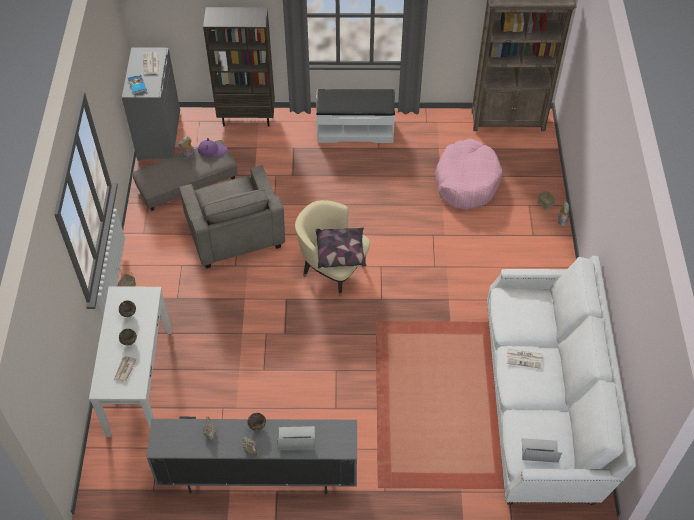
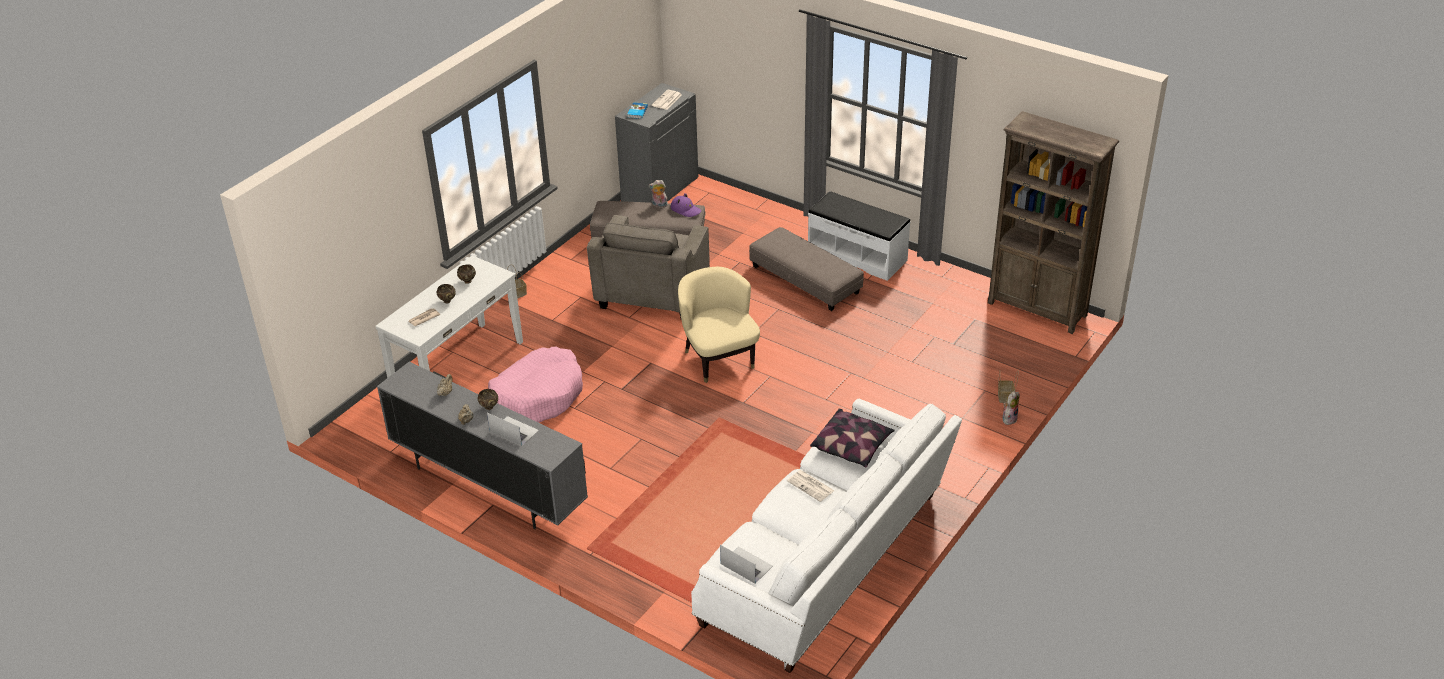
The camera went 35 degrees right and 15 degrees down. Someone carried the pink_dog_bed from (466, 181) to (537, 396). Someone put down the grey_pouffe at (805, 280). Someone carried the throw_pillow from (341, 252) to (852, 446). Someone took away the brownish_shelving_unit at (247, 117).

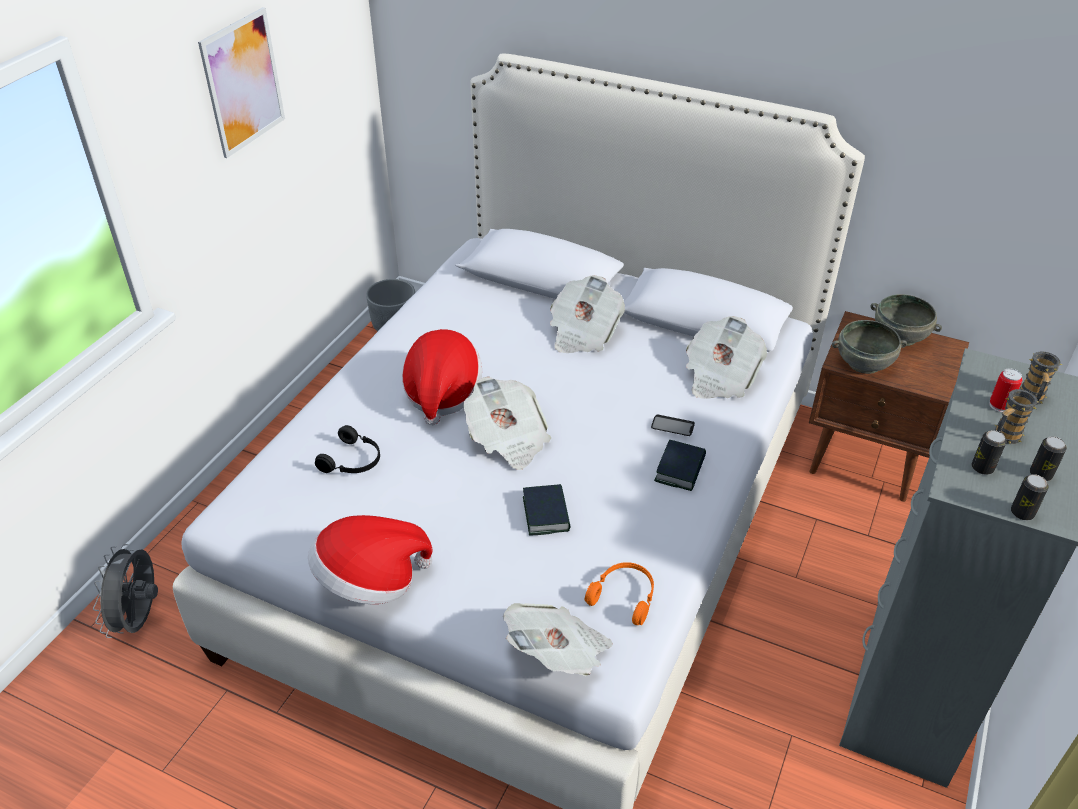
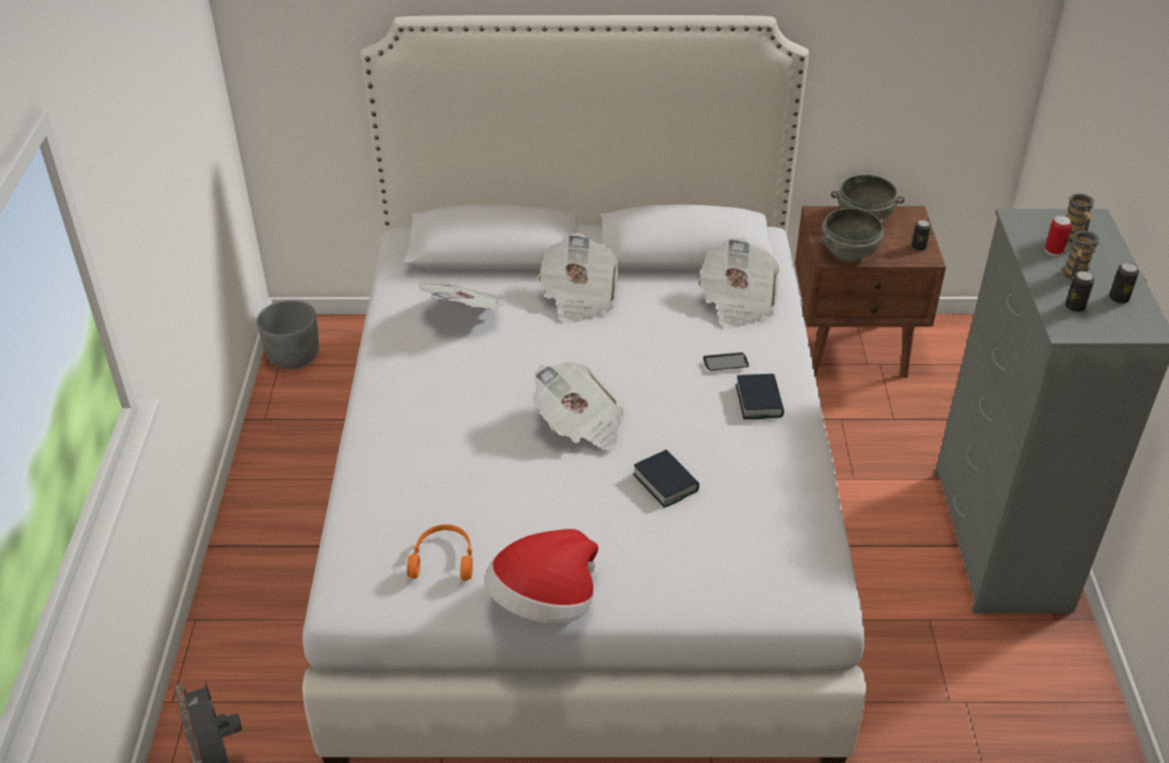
The camera went 25 degrees left and 0 degrees up. Someone carried the orange_headphones from (624, 596) to (443, 559). Someone carried the printed_paper from (558, 654) to (467, 313). Someone carried the sealed_can from (1022, 513) to (918, 247). Someone took away the wall_picture at (243, 82). Someone took away the black_headphones at (353, 461). Someone took away the clothing_hat at (442, 393).

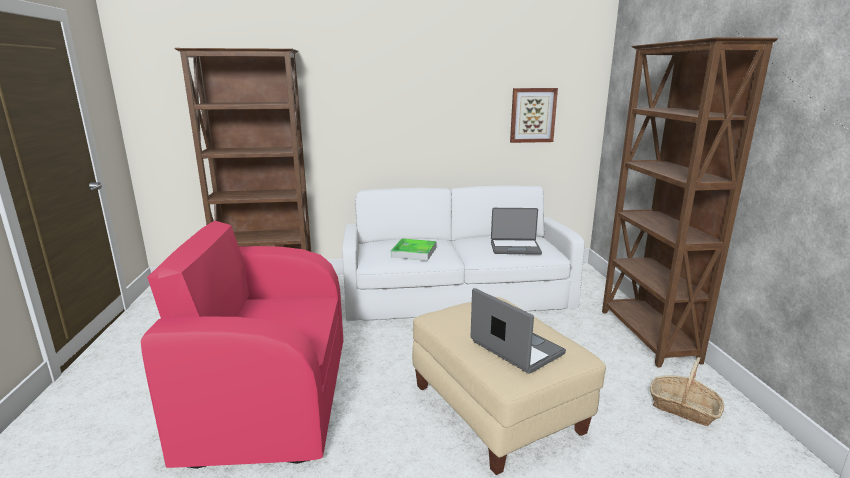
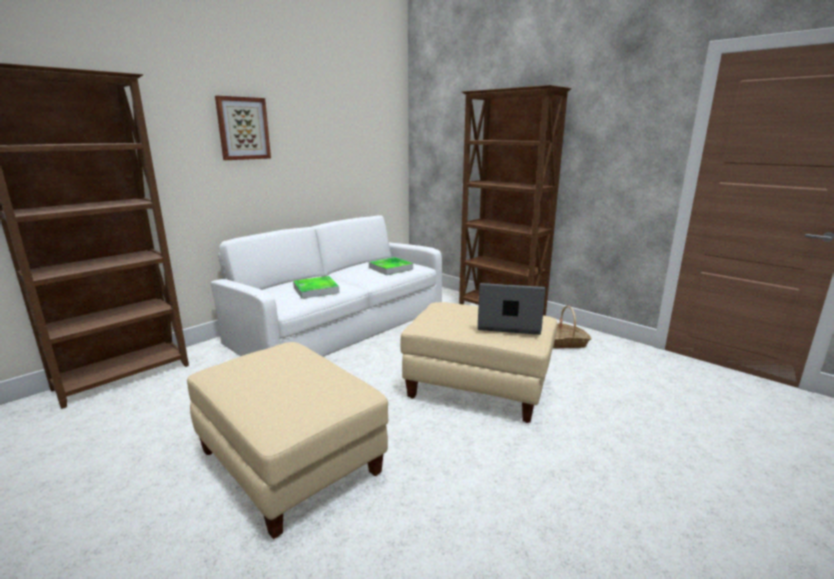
The camera went 40 degrees left and 0 degrees up. Someone swapped the pink_lounge_chair at (270, 397) for the beige-coloured_pouffe at (290, 463). Someone carried the wall_picture from (532, 115) to (243, 128). Someone swapped the notebook_computer at (515, 247) for the serving_tray at (390, 268).

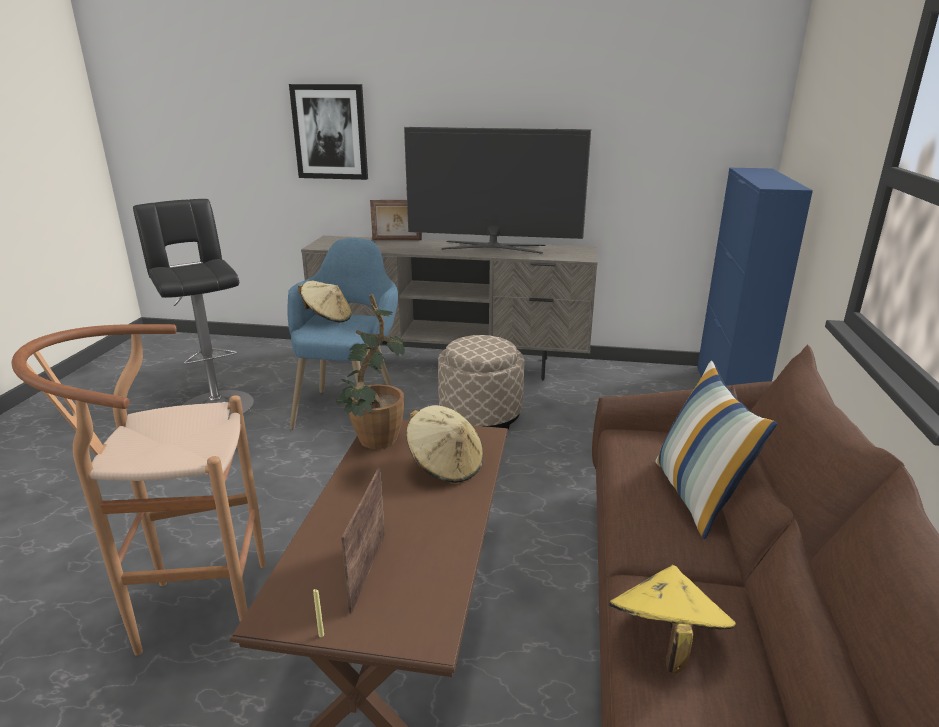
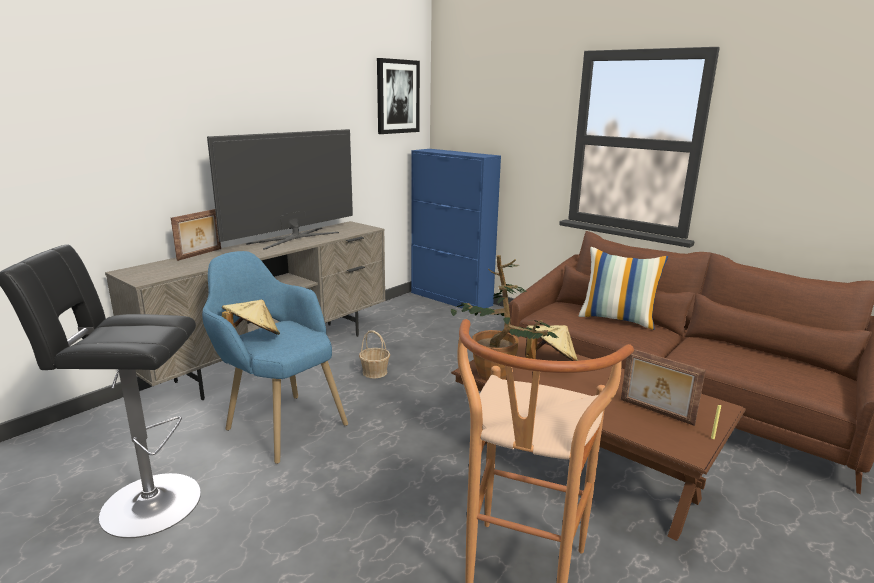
The camera went 60 degrees left and 5 degrees down. Someone swapped the beige-coloured_pouffe at (480, 414) for the storage_basket at (374, 372). Someone carried the wall_picture from (330, 132) to (397, 96). Someone took away the yellowish_clothing_hat at (665, 642).

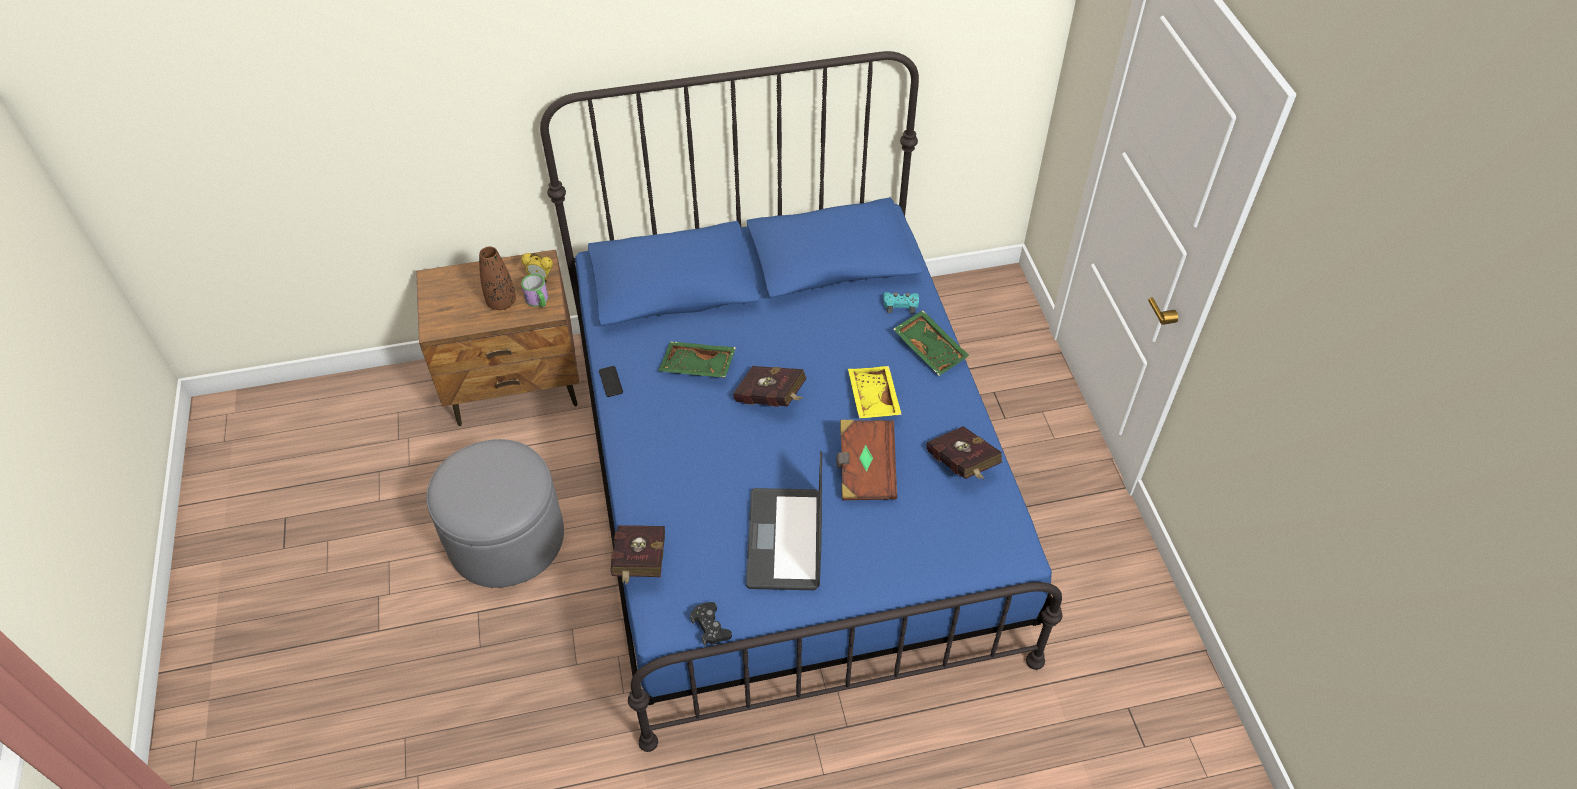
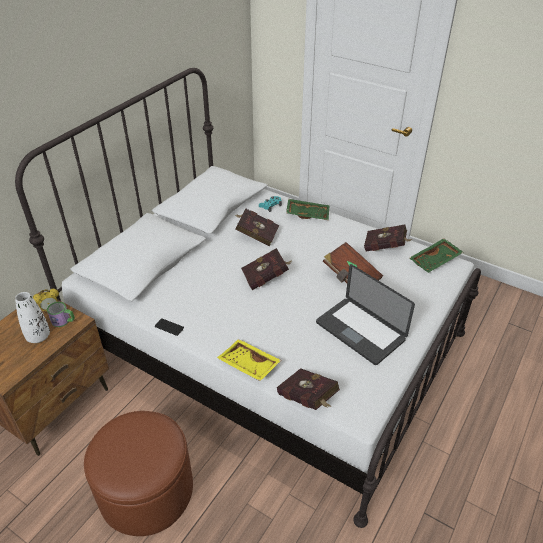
The camera went 45 degrees left and 10 degrees down. Someone repainted the bluish_bedroom_bed at (788, 486), which became the white_bedroom_bed at (271, 344). Someone repainted the brownish_decorative_vase at (501, 302), which became the white_decorative_vase at (38, 337). Someone repainted the grey_pouffe at (506, 538), which became the brownish_pouffe at (146, 490). Someone carried the yellowish_serving_tray from (872, 398) to (248, 365). Someone put down the red_book at (255, 235). Someone carried the green_serving_tray from (697, 367) to (435, 261). Someone took away the black_gamepad at (710, 627).

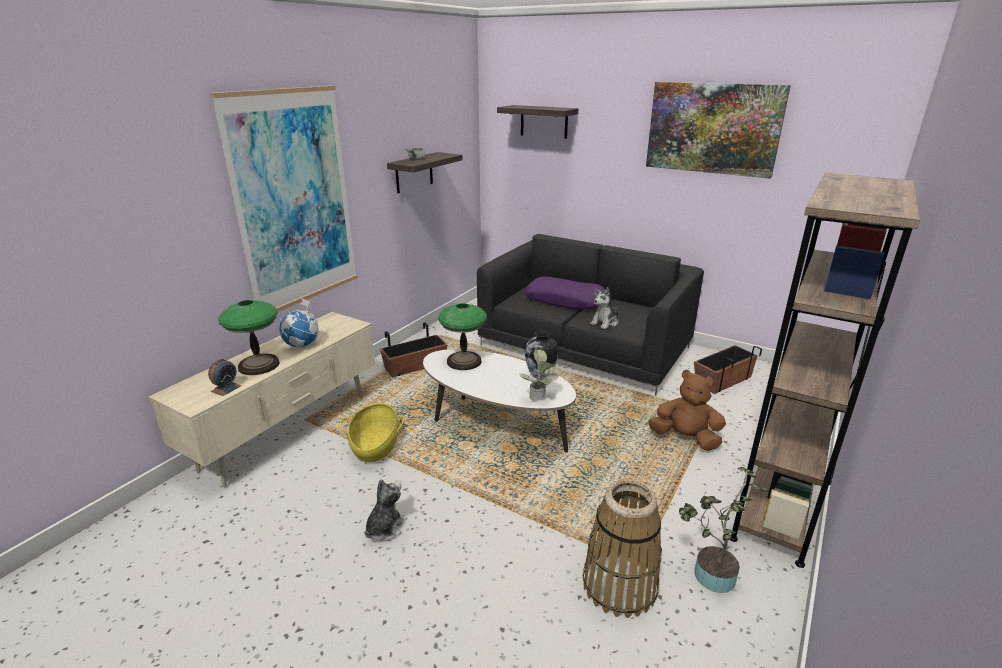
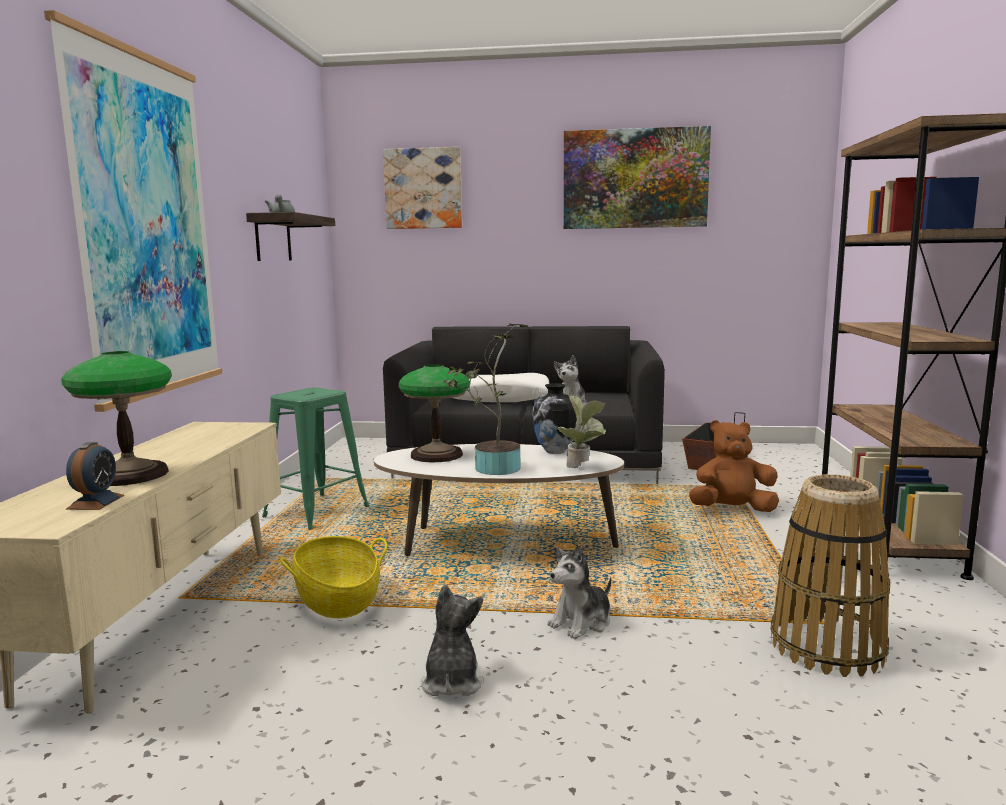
The camera went 25 degrees left and 15 degrees down. Someone swapped the plant_pot at (415, 367) for the green_stool at (315, 512). Someone swapped the shelf at (544, 121) for the wall_picture at (423, 189). Someone carried the potted_plant from (709, 576) to (492, 469). Someone repainted the purple-coloured_throw_pillow at (565, 300), which became the white_throw_pillow at (499, 398). Someone put down the cuddly_toy at (581, 622). Someone took away the desk_globe at (302, 345).

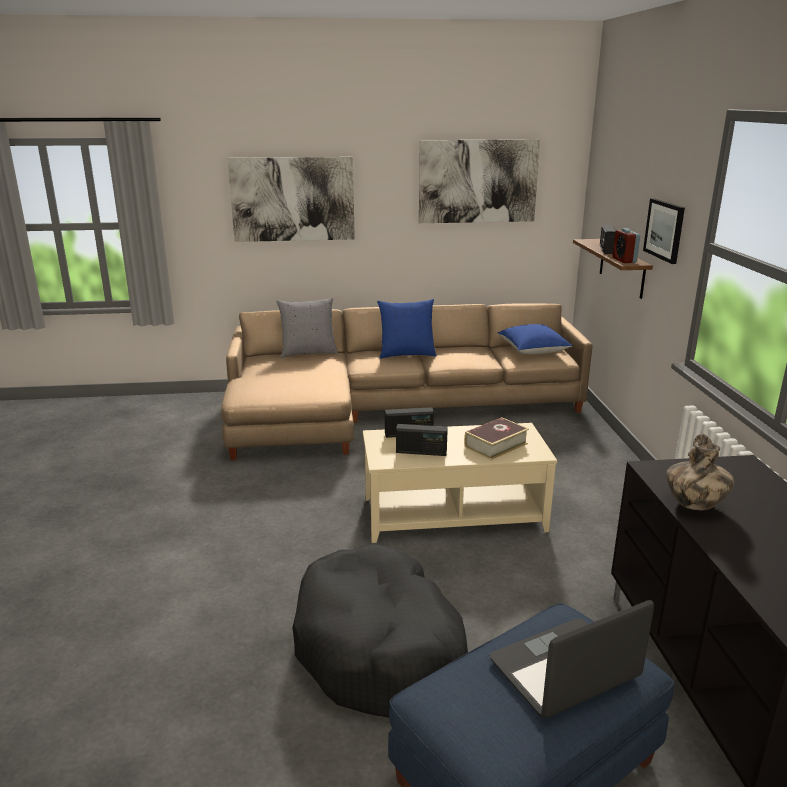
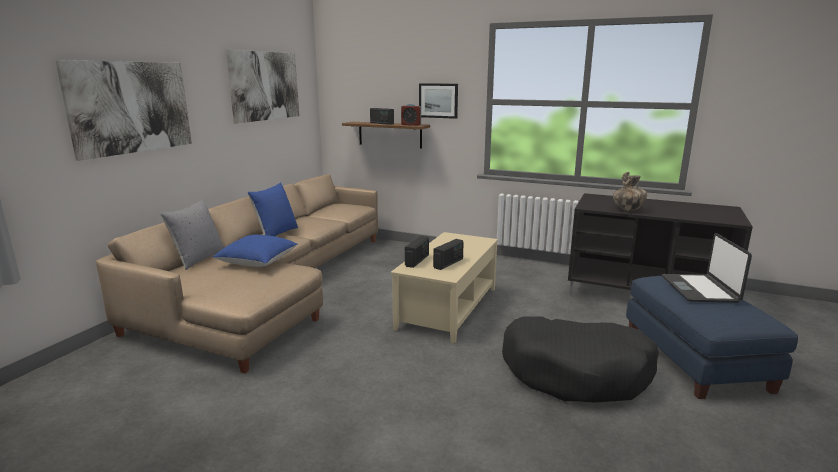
The camera went 60 degrees left and 5 degrees down. Someone carried the bluish_throw_pillow from (533, 351) to (258, 262). Someone took away the book at (496, 445).

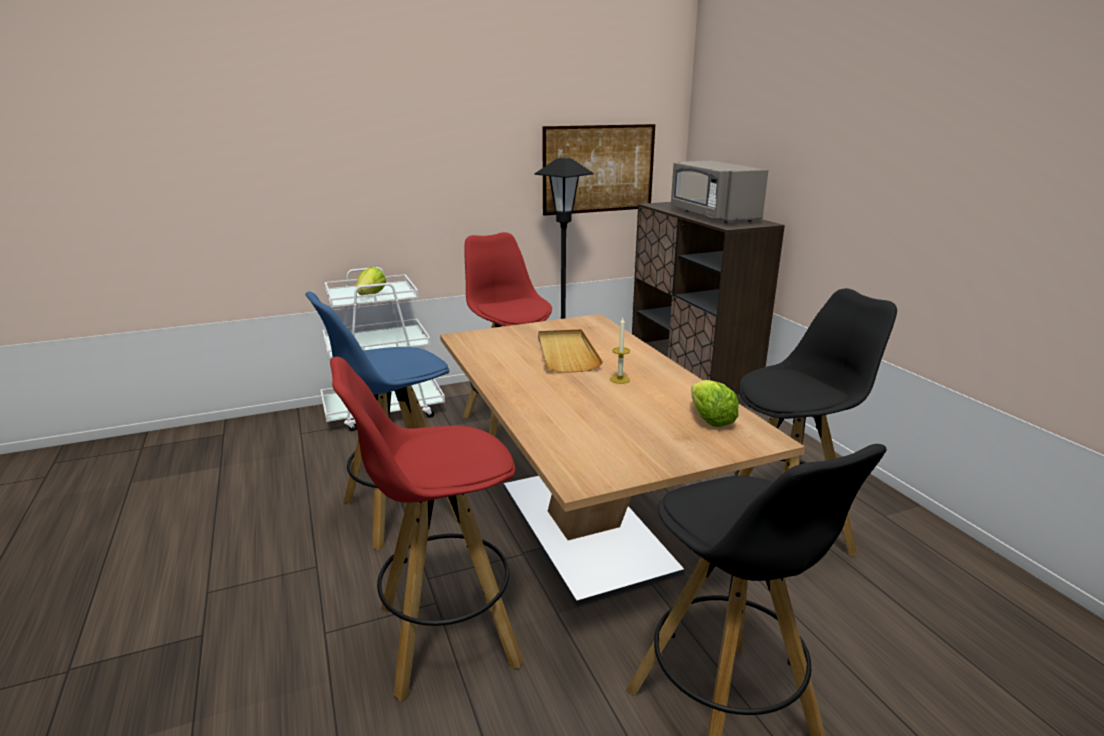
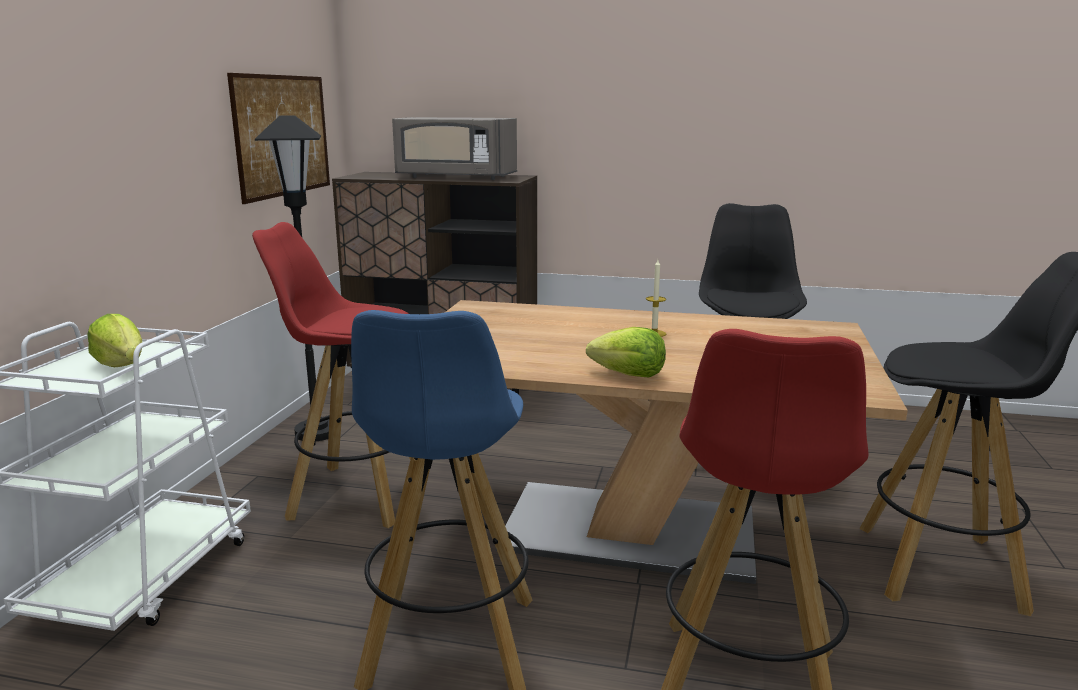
The camera went 55 degrees left and 5 degrees down. Someone carried the lettuce from (710, 419) to (628, 375). Someone took away the beige-coloured_serving_tray at (566, 353).

